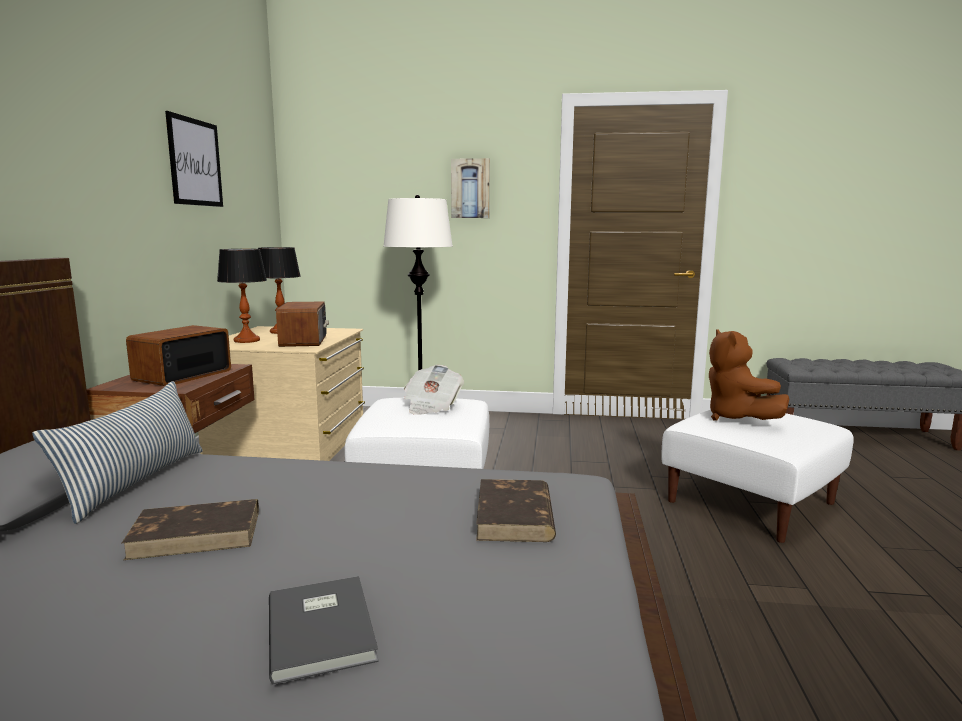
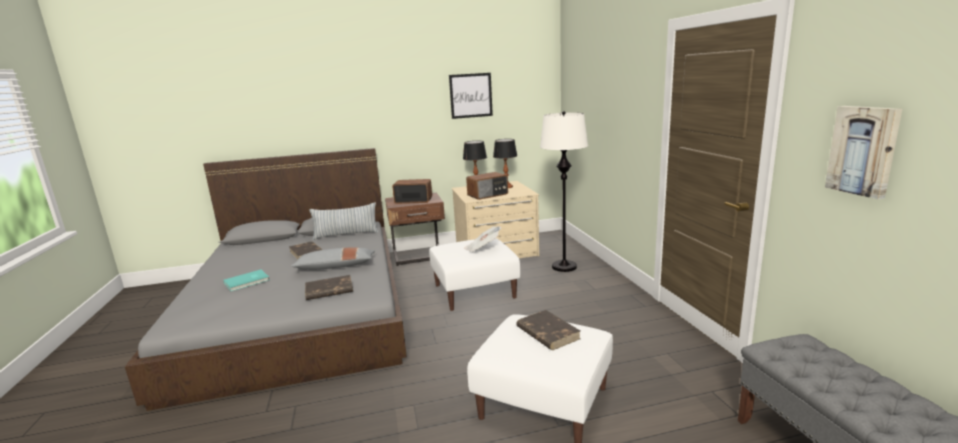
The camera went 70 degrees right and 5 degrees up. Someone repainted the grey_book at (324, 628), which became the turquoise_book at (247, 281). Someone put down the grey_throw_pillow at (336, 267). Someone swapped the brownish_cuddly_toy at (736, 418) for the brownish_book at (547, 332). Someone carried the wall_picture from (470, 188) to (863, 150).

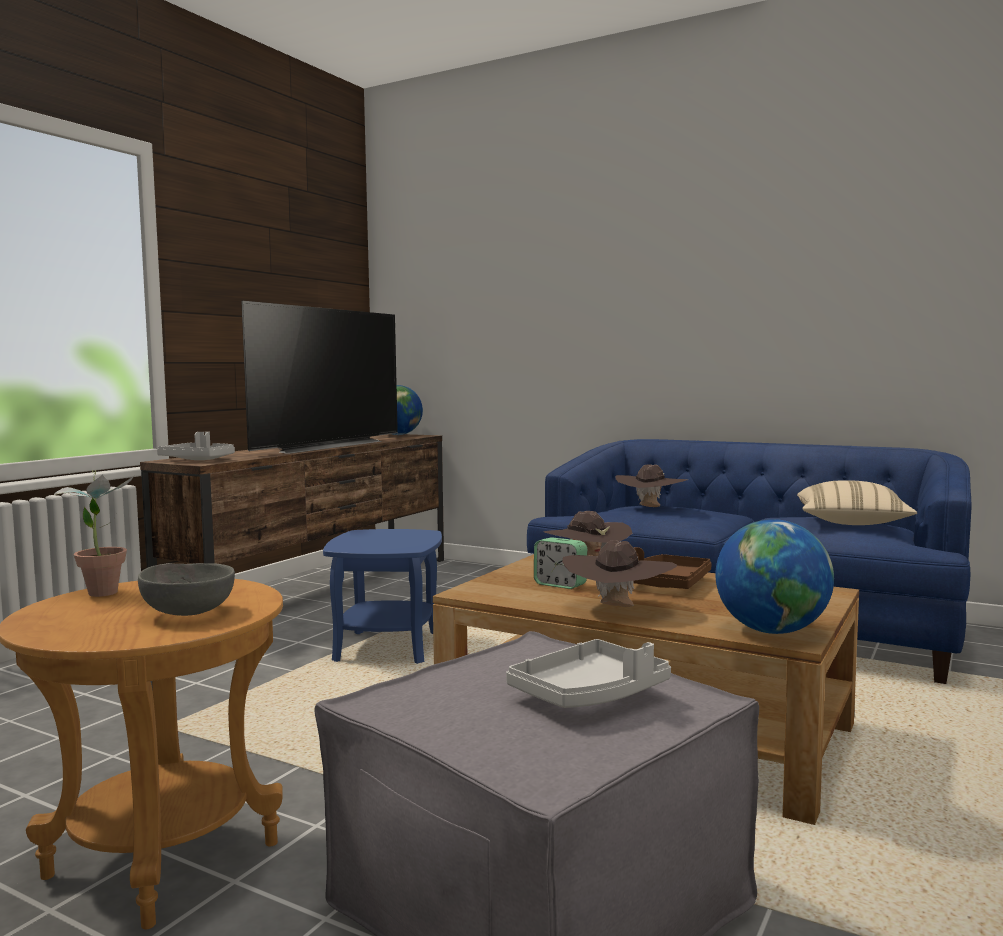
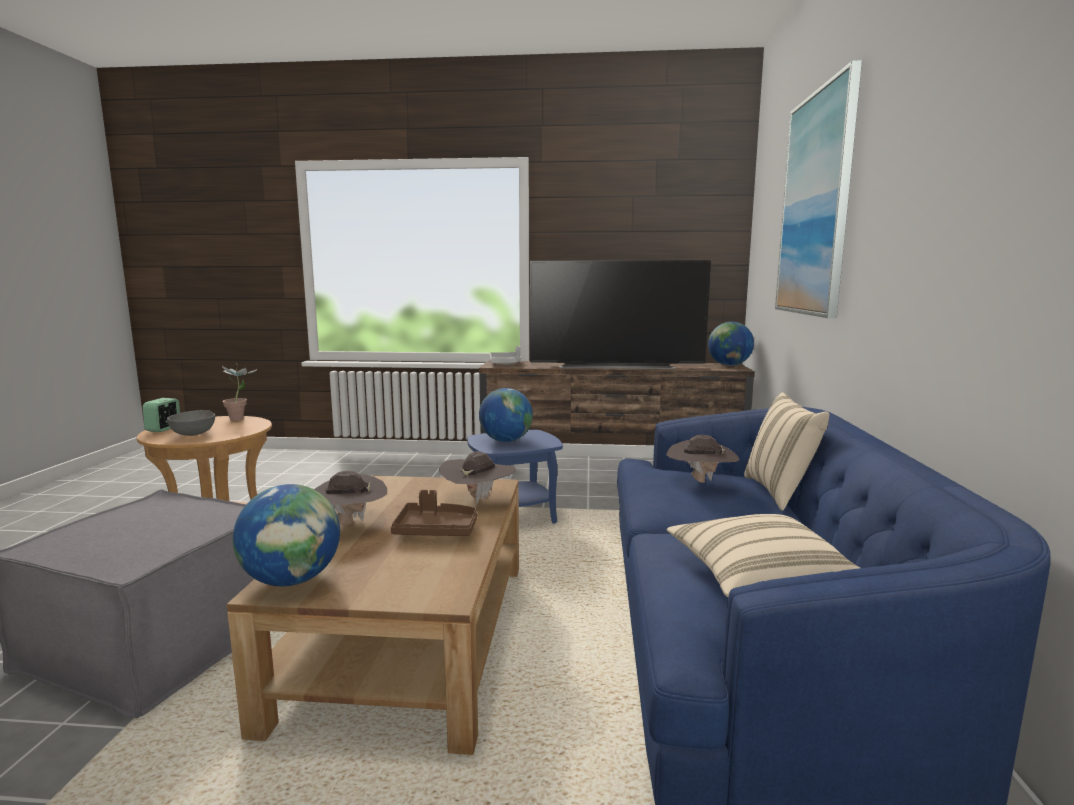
The camera went 65 degrees right and 5 degrees up. Someone carried the alarm_clock from (560, 585) to (164, 429). Someone put down the desk_globe at (506, 441). Someone put down the beige-coloured_throw_pillow at (780, 492). Someone put up the wall_picture at (815, 205). Someone took away the grey_serving_tray at (590, 694).

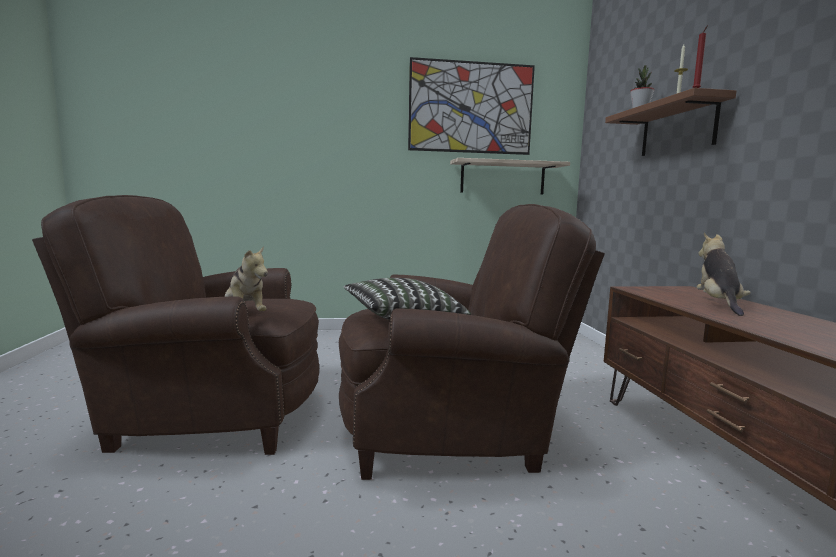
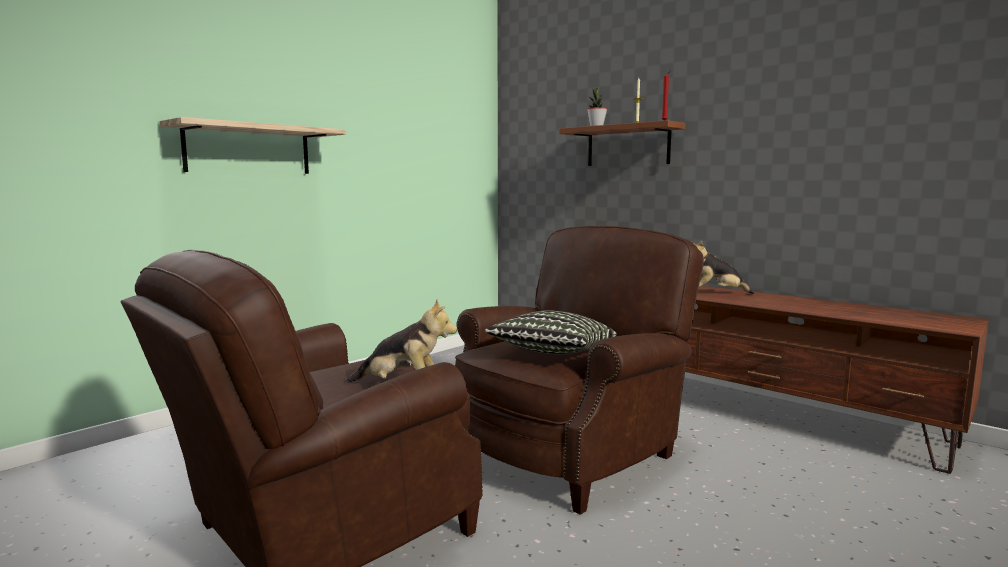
The camera went 40 degrees left and 0 degrees up. Someone carried the shelf from (502, 178) to (249, 150). Someone rotated the cuddly_toy at (718, 304) by 60 degrees counterclockwise. Someone took away the wall_picture at (471, 107).

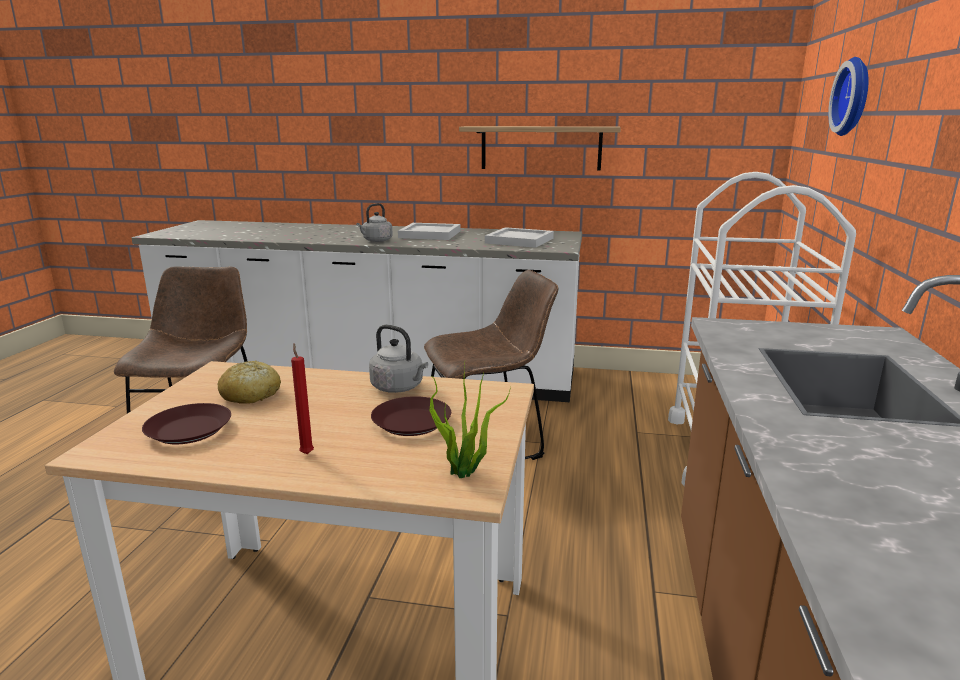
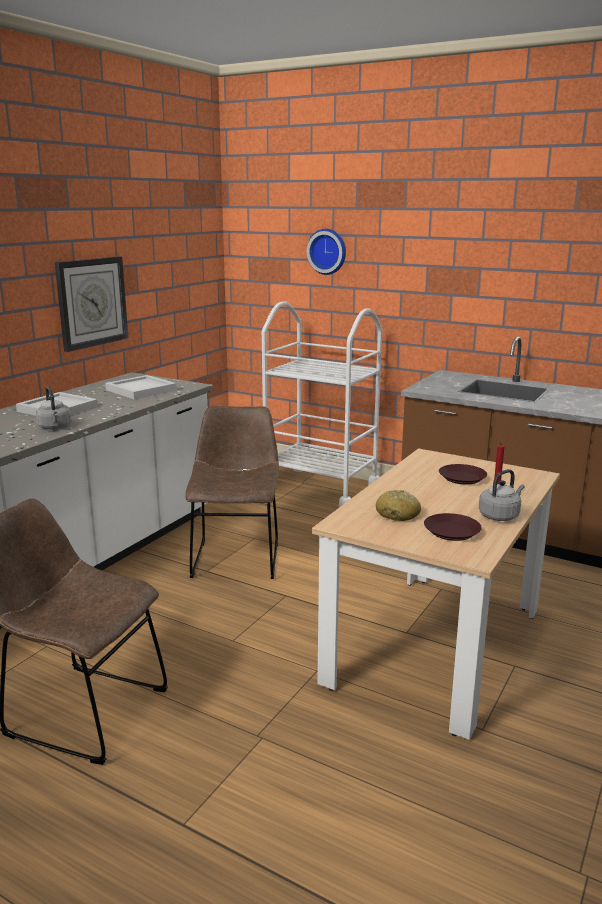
The camera went 70 degrees left and 0 degrees up. Someone swapped the shelf at (541, 148) for the hanging_clock at (91, 302). Someone carried the grey_kettle from (399, 387) to (500, 516). Someone took away the potted_plant at (465, 473).

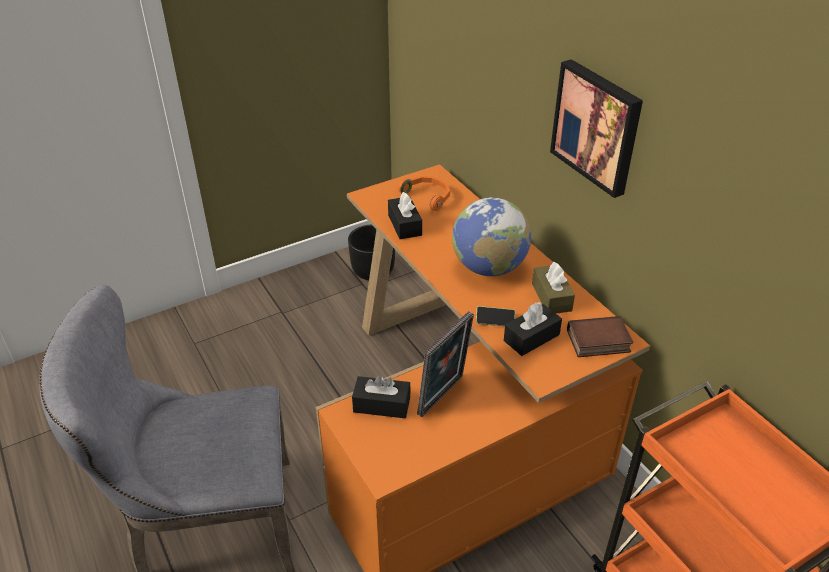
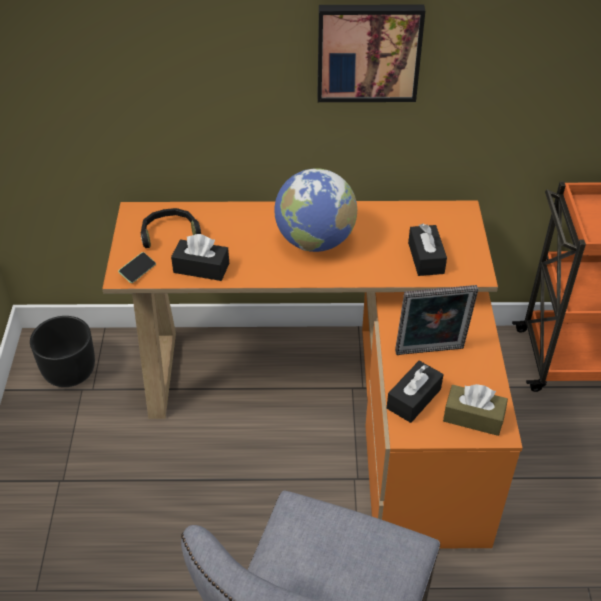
The camera went 60 degrees left and 5 degrees up. Someone carried the phone from (495, 321) to (138, 271). Someone repainted the orange_headphones at (428, 196), which became the black_headphones at (169, 233). Someone rotated the standing_frame at (443, 397) by 105 degrees clockwise. Someone carried the brownish_box_of_tissues from (551, 297) to (473, 417). Someone took away the book at (598, 342).

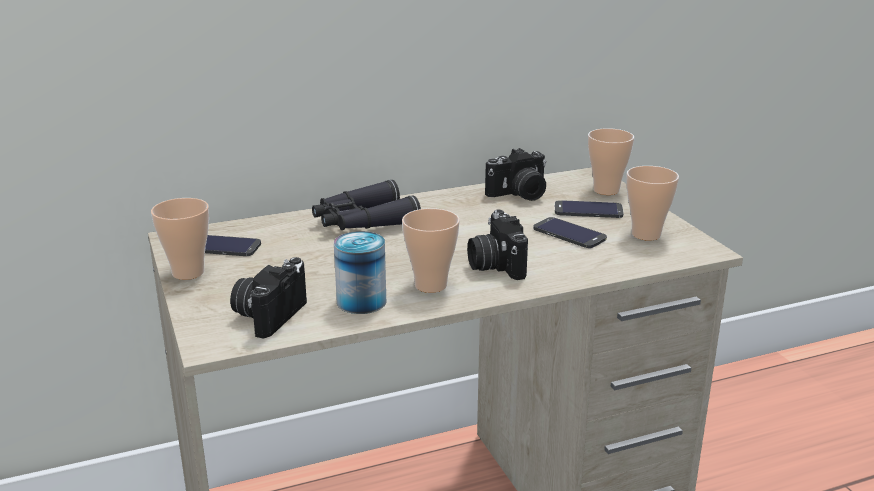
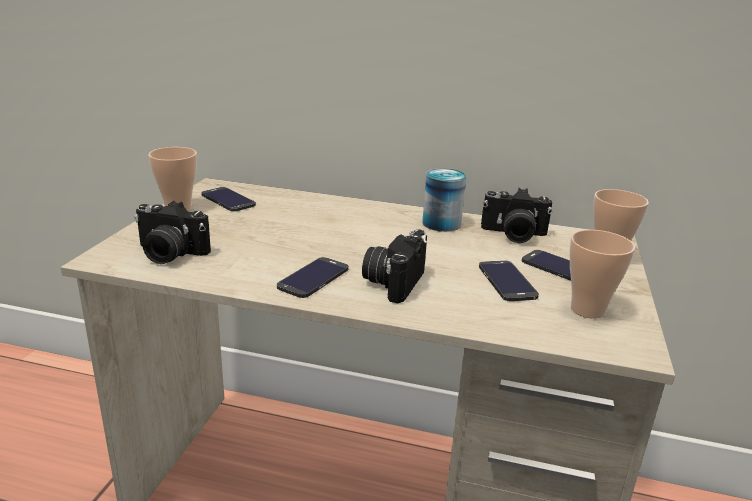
The camera went 35 degrees right and 0 degrees up. Someone rotated the photo_camera at (268, 315) by 135 degrees counterclockwise. Someone swapped the drinking_cup at (431, 285) for the phone at (314, 278). Someone carried the sealed_can from (361, 301) to (441, 223). Someone took away the black_binoculars at (363, 222).

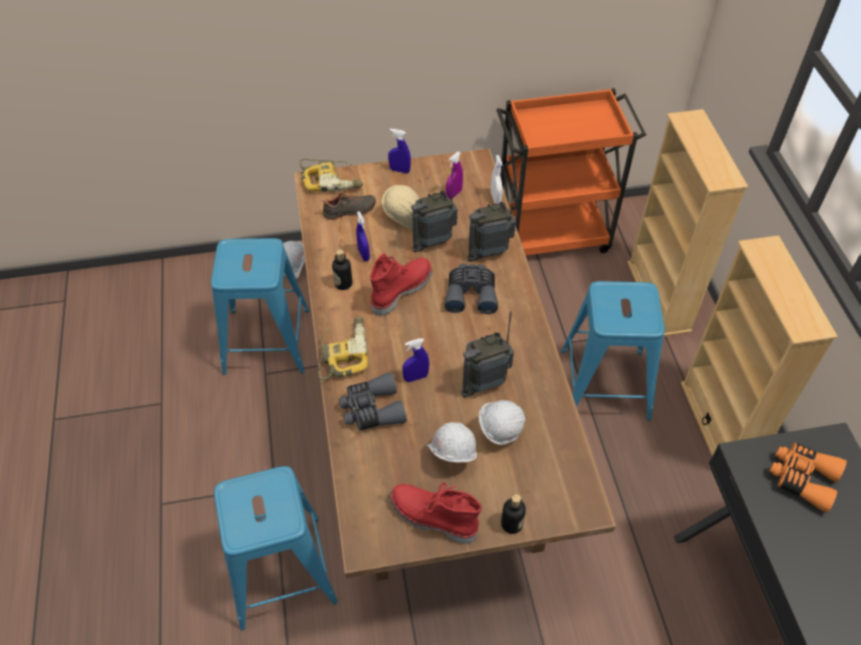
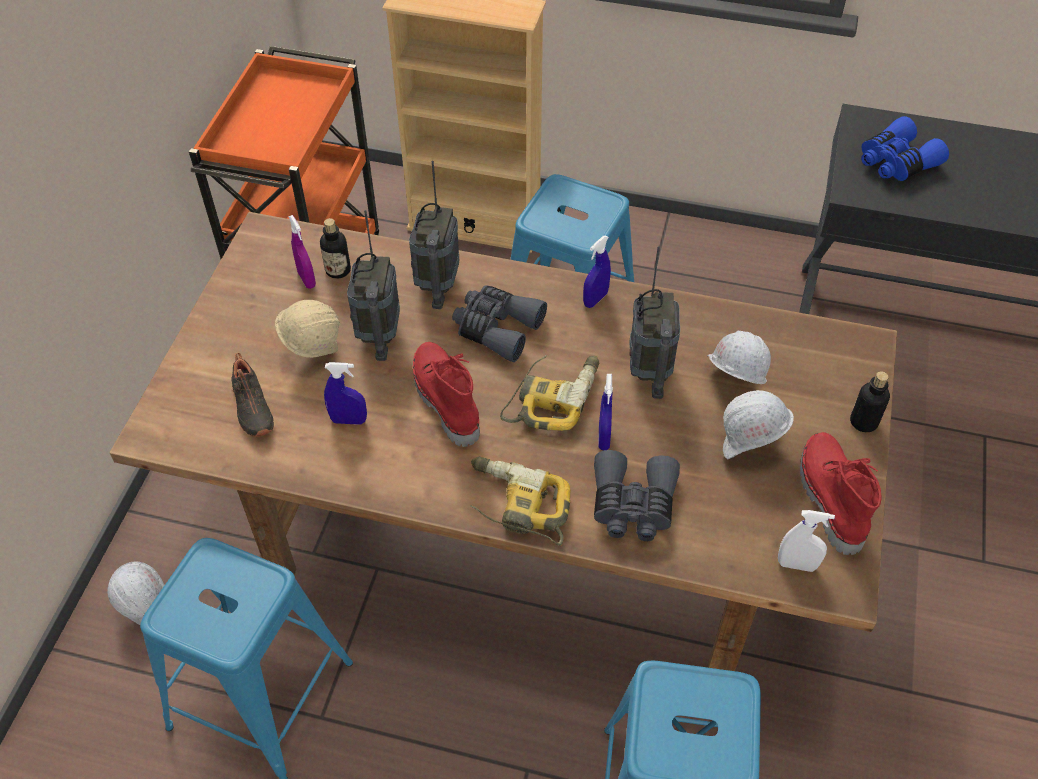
The camera went 65 degrees left and 0 degrees up. Someone rotated the black_low_shoe at (350, 211) by 150 degrees clockwise. Someone carried the drink_bottle from (343, 283) to (338, 270). Someone carried the drill from (331, 180) to (552, 396). Someone carried the bluish_spray_bottle from (399, 170) to (595, 299). Someone carried the white_spray_bottle from (495, 198) to (797, 565). Someone rotated the red_tall_boot at (432, 518) by 120 degrees clockwise. Someone repainted the orange_binoculars at (802, 478), which became the bluish_binoculars at (896, 162). Someone took away the beige-coloured_shelving_unit at (717, 425).

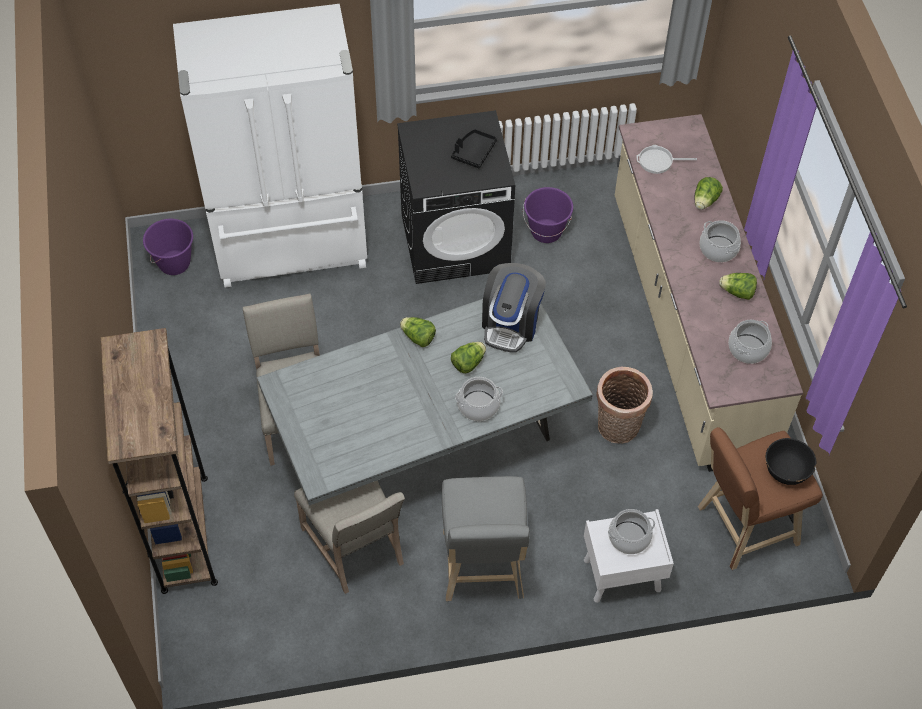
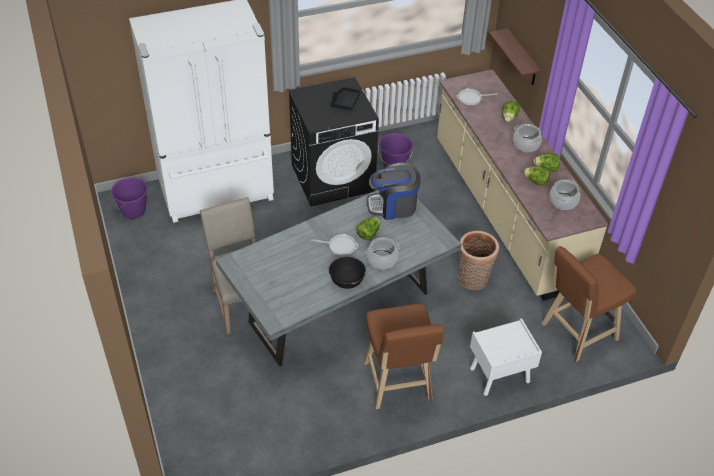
The camera went 10 degrees left and 10 degrees down. Someone put down the pan at (340, 246). Someone carried the black_bowl from (786, 470) to (347, 280). Someone repainted the grey_stool at (482, 570), which became the brownish_stool at (398, 384). Someone rotated the coffee_machine at (511, 323) by 75 degrees clockwise. Someone put up the shelf at (522, 58). Someone carried the lettuce from (418, 337) to (536, 181). Someone took away the brownish_shelving_unit at (184, 533). Someone took away the beige-coloured_upright_chair at (356, 547). Someone took away the stockpot at (629, 537).

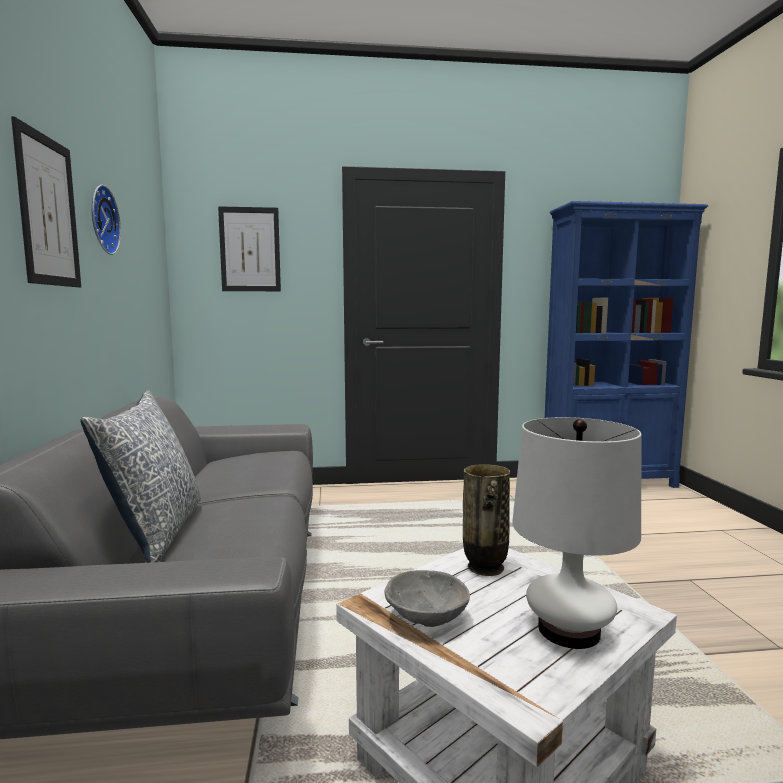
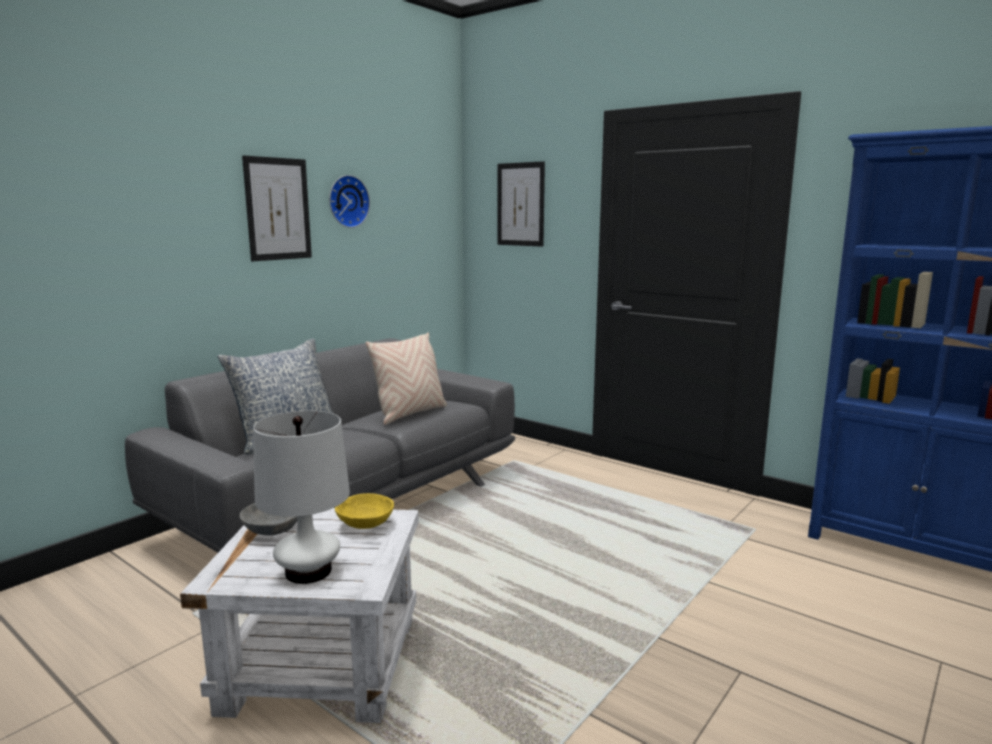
The camera went 45 degrees right and 5 degrees up. Someone swapped the decorative_vase at (485, 568) for the yellowish_bowl at (364, 524). Someone put down the beige-coloured_throw_pillow at (410, 413).

